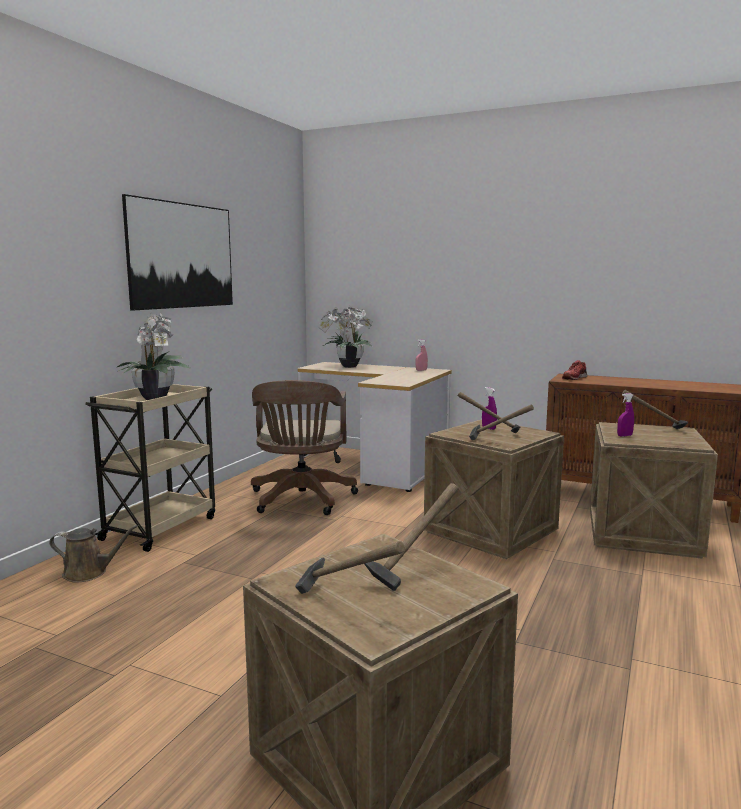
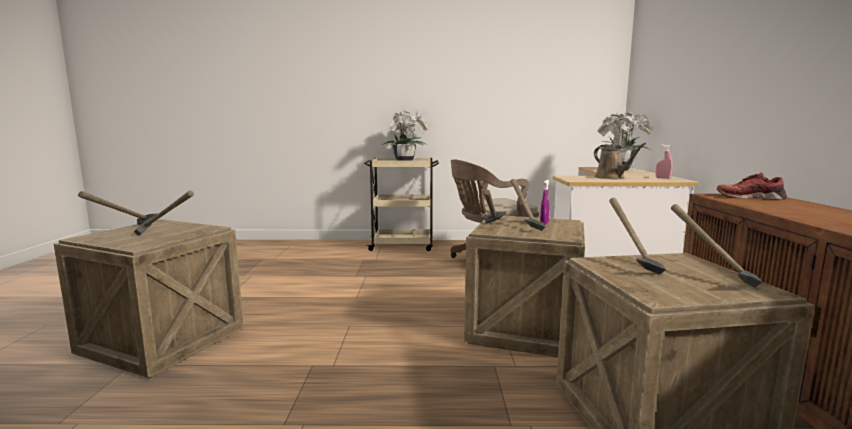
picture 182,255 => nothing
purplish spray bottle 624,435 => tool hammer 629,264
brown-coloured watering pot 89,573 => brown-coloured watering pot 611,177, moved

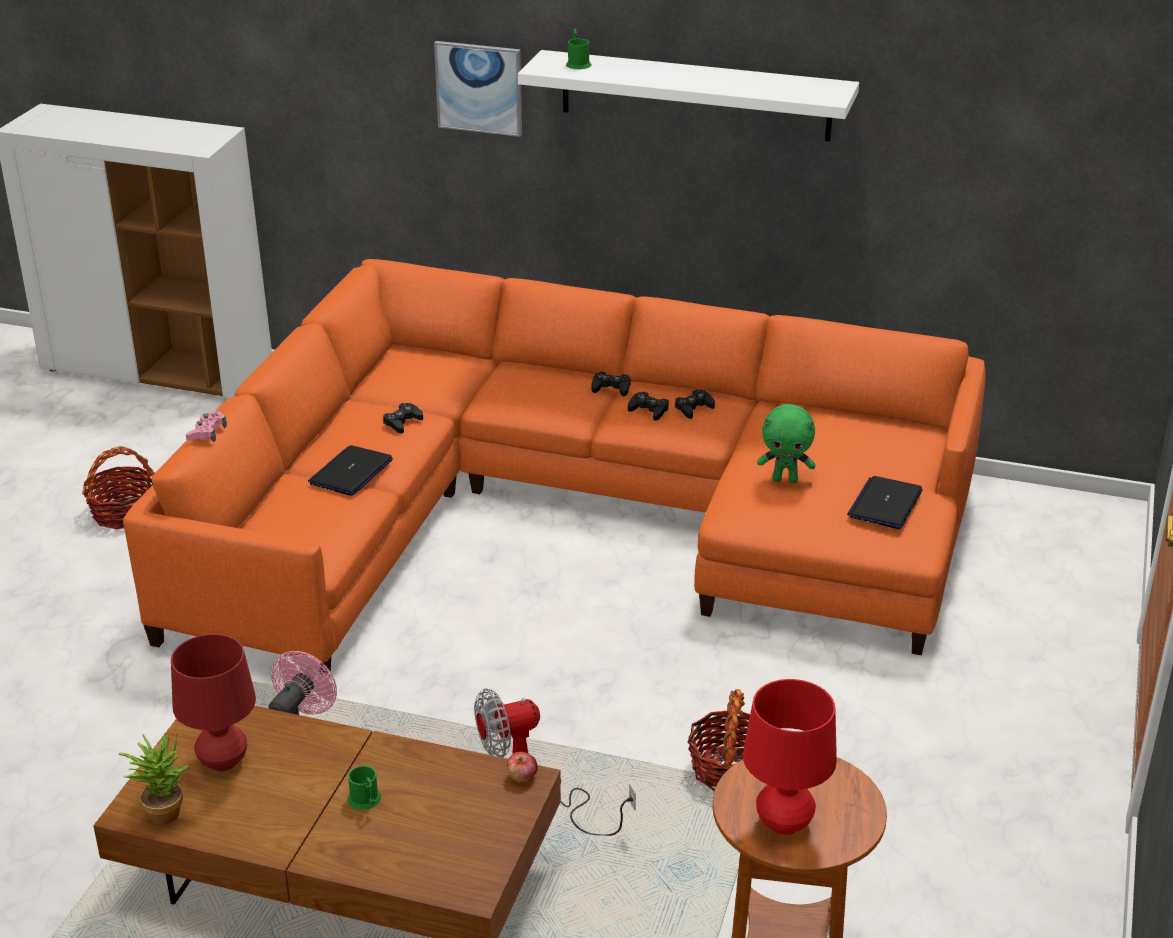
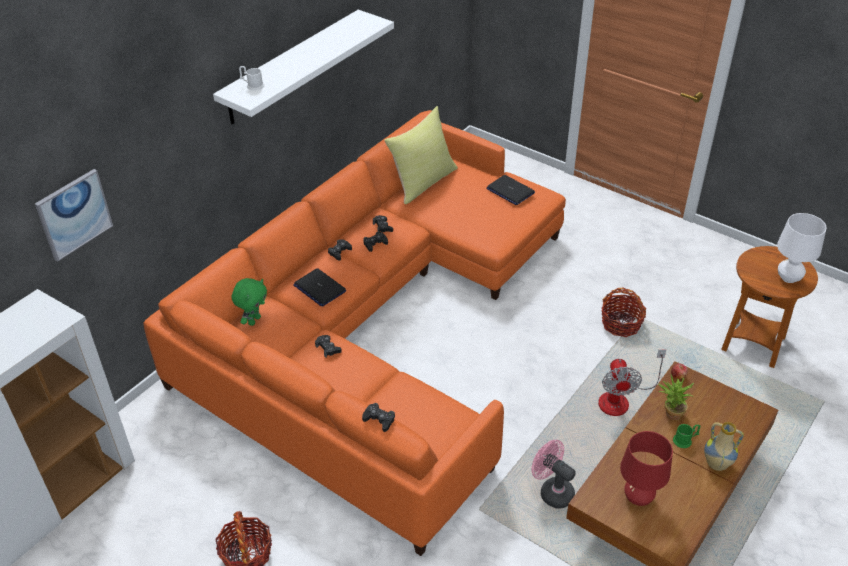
green-coloured tea mug 577,63 => whitish tea mug 252,85
picture 479,88 => picture 74,214, moved
green-coloured cuddly toy 785,479 => green-coloured cuddly toy 254,320, moved
pink game controller 207,432 => black-coloured game controller 379,419
laptop 351,472 => laptop 319,288, moved
red table lamp 783,823 => whitish table lamp 788,278
houseplant 163,810 => houseplant 670,414, moved
nothing => yellowish throw pillow 423,182
nothing => flower vase 716,464

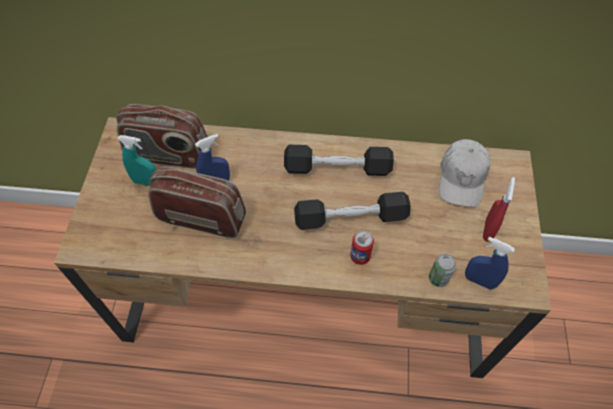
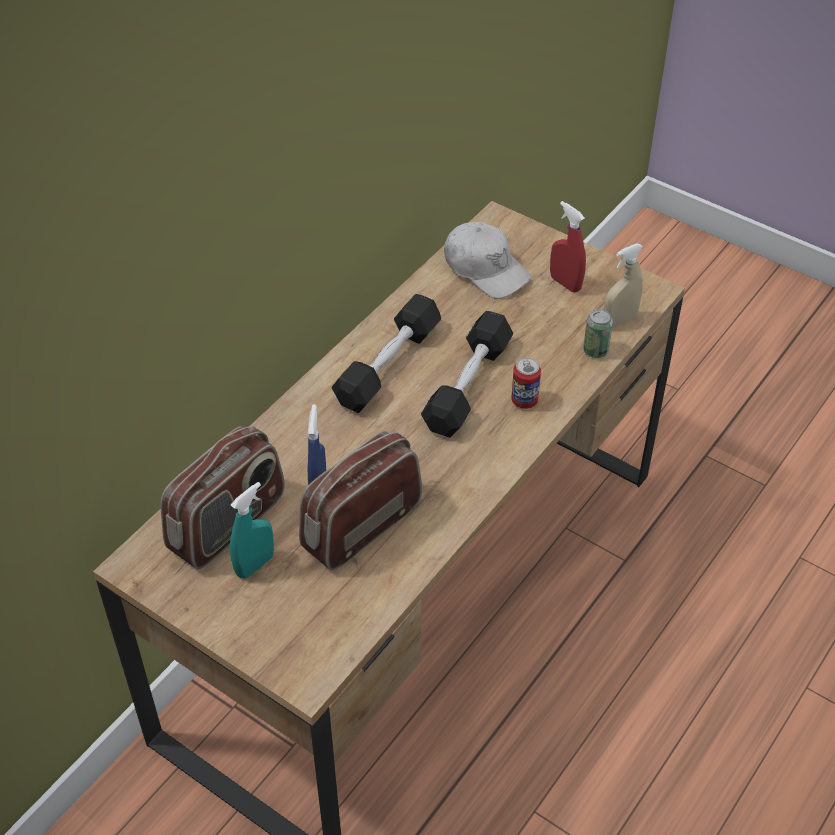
blue-coloured spray bottle 479,281 => beige spray bottle 619,321

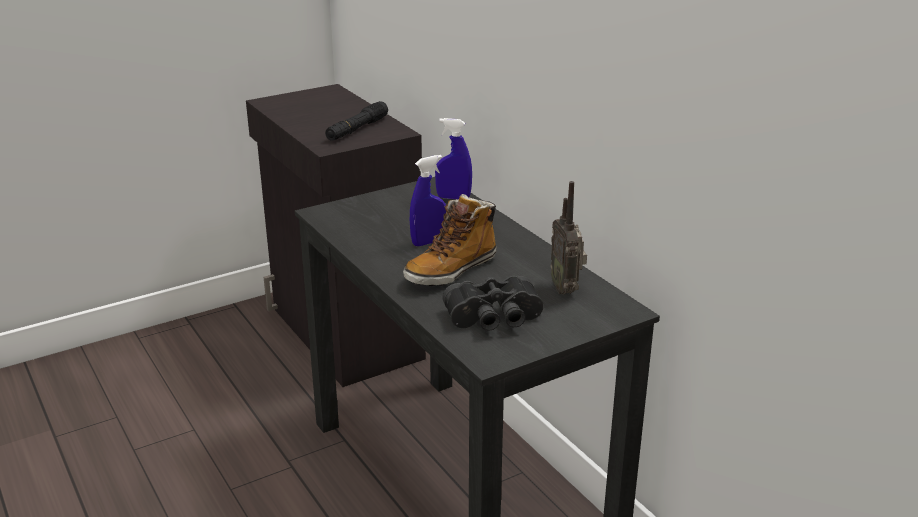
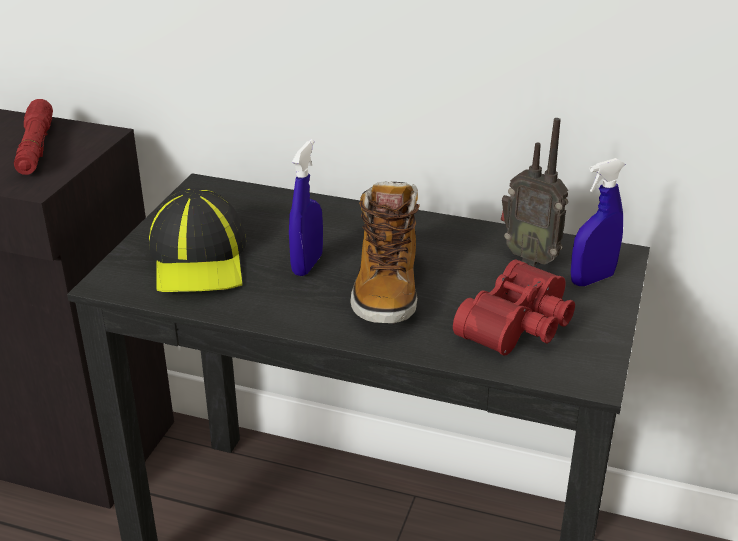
black-coloured flashlight 357,129 => red flashlight 35,148
blue-coloured spray bottle 453,198 => blue-coloured spray bottle 592,279, moved
black-coloured pair of binoculars 494,319 => red pair of binoculars 521,326
nothing => baseball cap 199,258

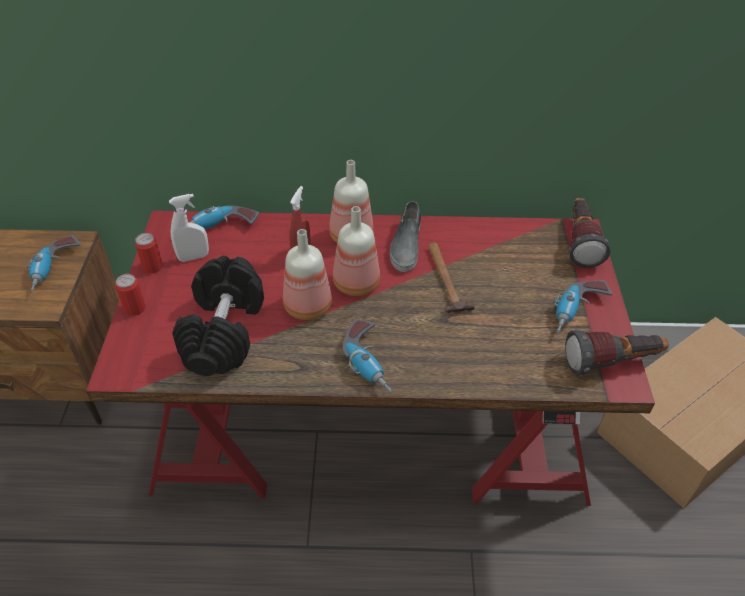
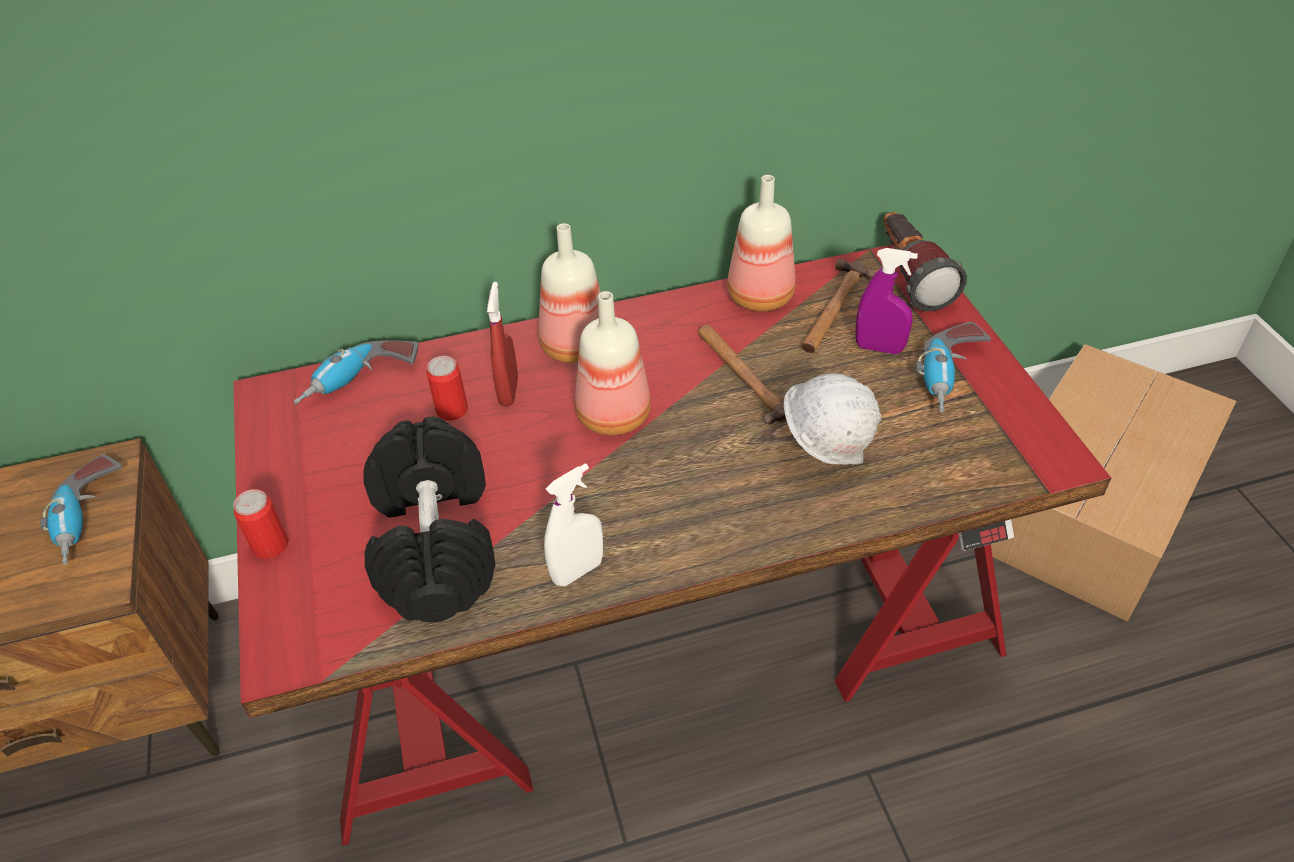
whitish spray bottle 194,257 => whitish spray bottle 577,571, moved
greyish shoe 406,245 => nothing
bottle 306,306 => bottle 758,296, moved
sealed can 153,267 => sealed can 452,410, moved
electric drill 370,362 => nothing
flashlight 612,363 => nothing
nothing => purplish spray bottle 879,348
nothing => tool hammer 832,309
nothing => whitish work helmet 825,453

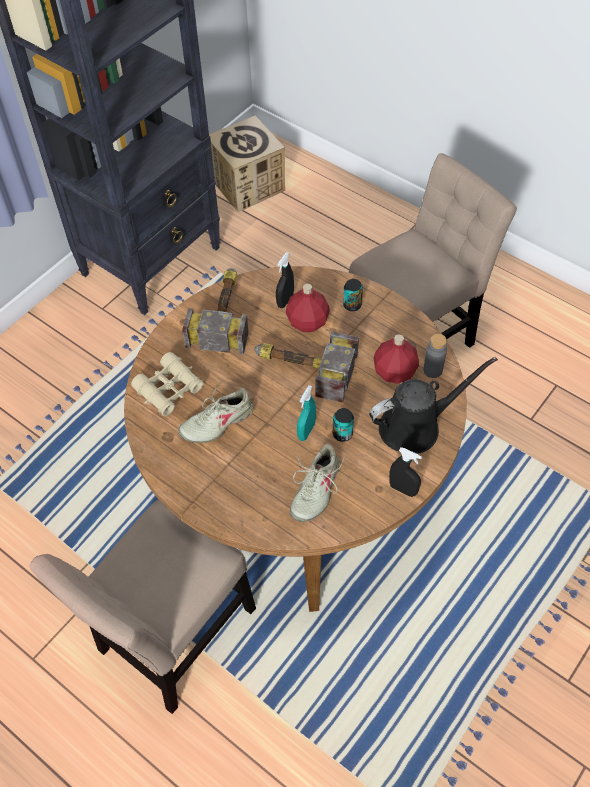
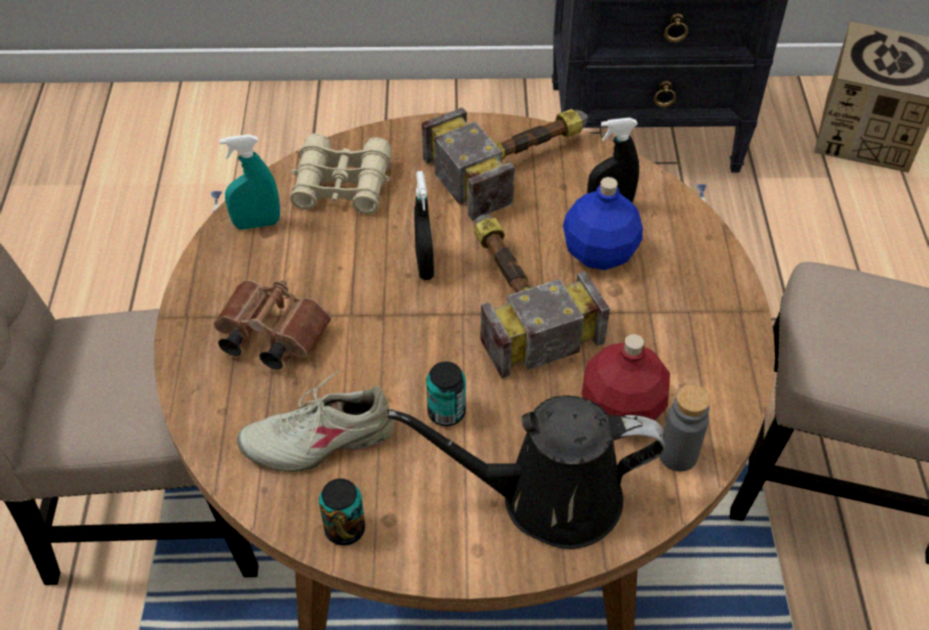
sealed can 352,305 => sealed can 345,529, moved
red bottle 307,321 => blue-coloured bottle 600,252
black-coloured watering pot 415,426 => black-coloured watering pot 548,497, 150 degrees clockwise
beige shoe 217,422 => nothing
turquoise spray bottle 306,431 => turquoise spray bottle 257,223, moved
black-coloured spray bottle 403,489 => black-coloured spray bottle 424,265, moved
nothing => brown-coloured pair of binoculars 269,336

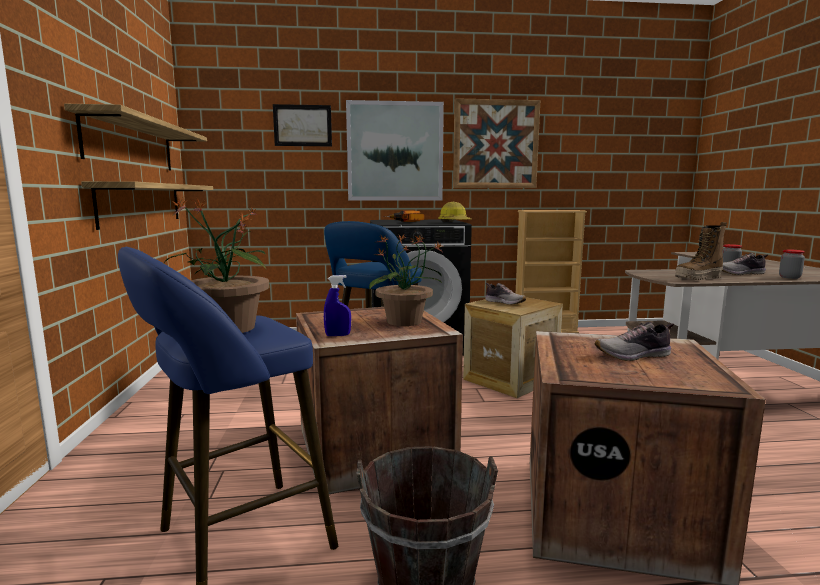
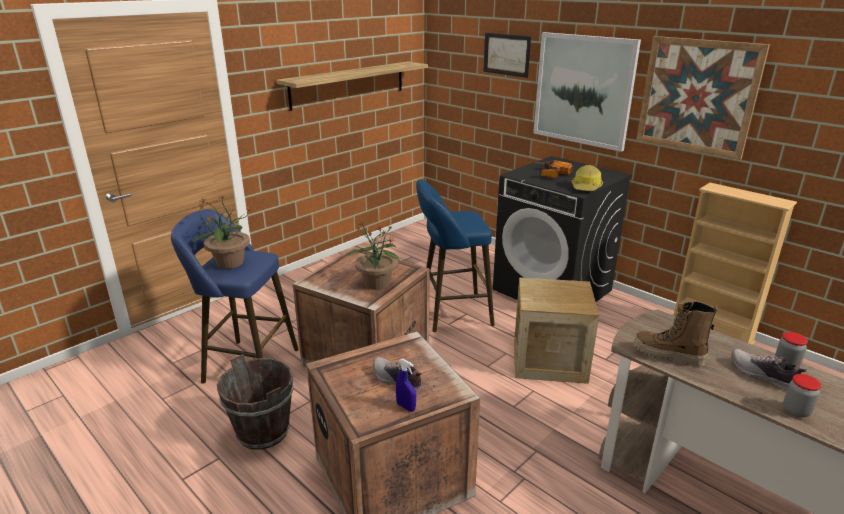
bracket shelf 142,203 => nothing
blue-coloured spray bottle 337,335 => blue-coloured spray bottle 406,407, moved
shoe 504,302 => nothing

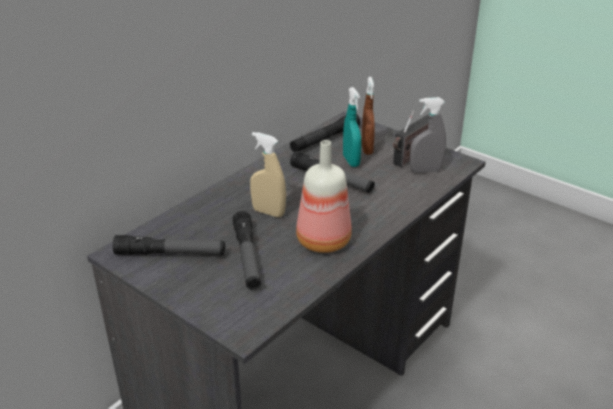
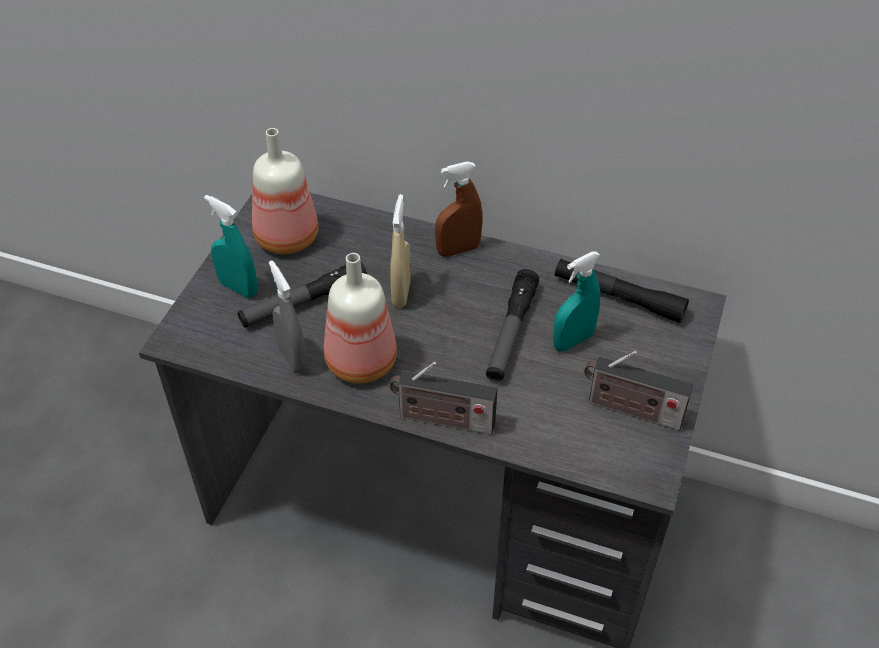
brown-coloured spray bottle 367,149 => brown-coloured spray bottle 458,250, moved
greyish spray bottle 425,171 => greyish spray bottle 293,358, moved
flashlight 170,254 => bottle 286,239
nothing => turquoise spray bottle 238,288
nothing => radio 442,420

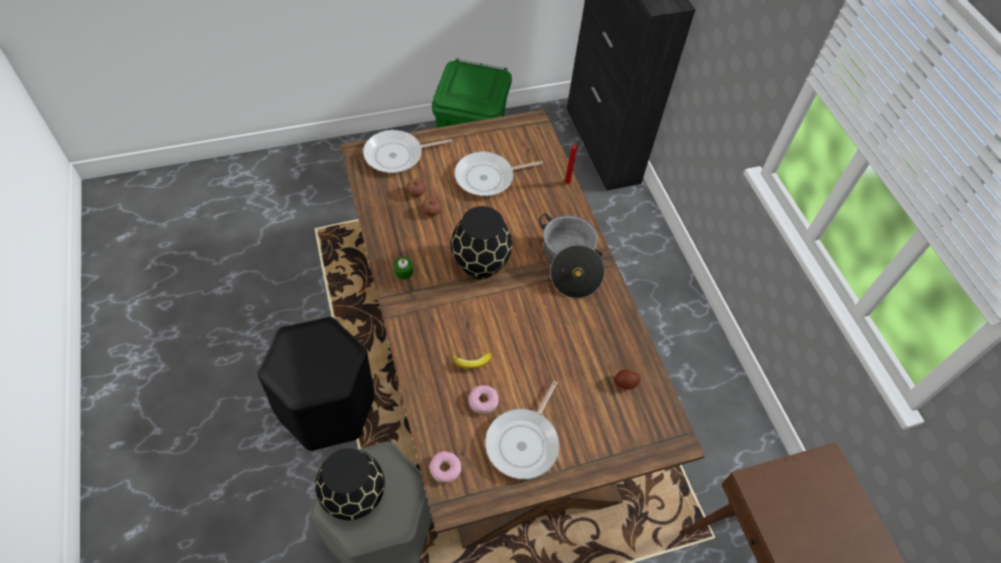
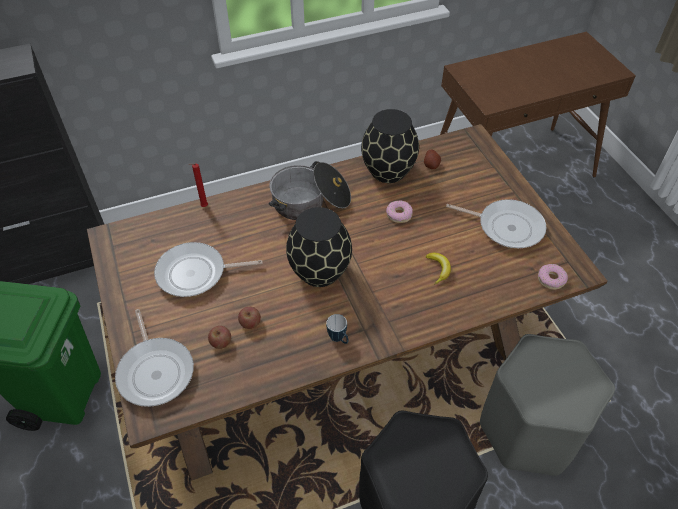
pan 488,177 => pan 196,273, 105 degrees clockwise
green-coloured wax candle 403,271 => tea mug 339,339
doughnut 483,402 => doughnut 399,214, moved
black-coloured flower vase 354,497 => black-coloured flower vase 389,171, moved

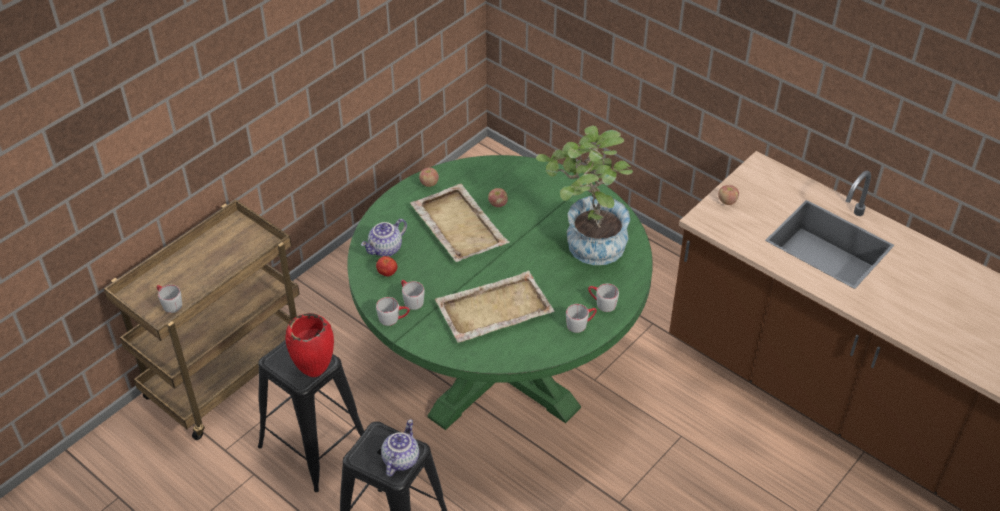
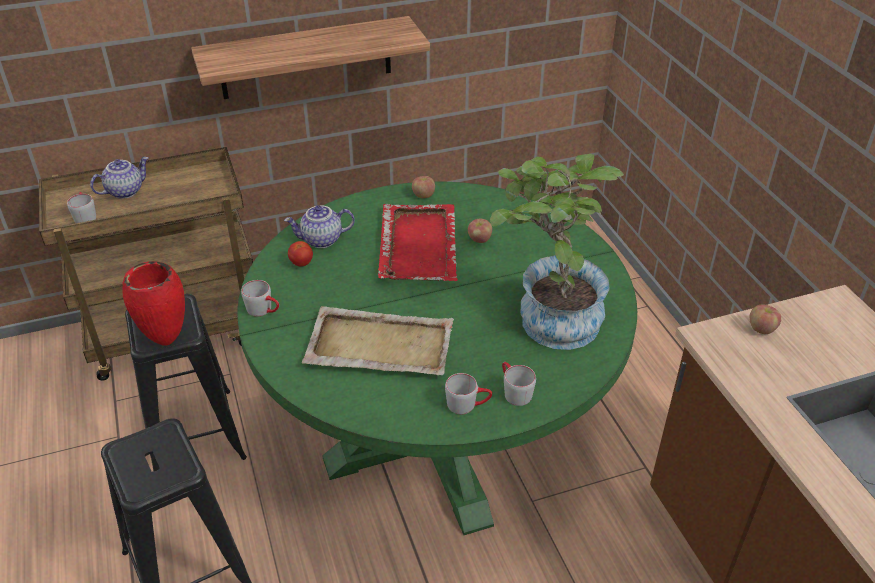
beige tray 458,225 => red tray 418,244
greyish tea mug 411,300 => nothing
pot for tea 400,459 => pot for tea 125,191, moved
nothing => bracket shelf 306,58

